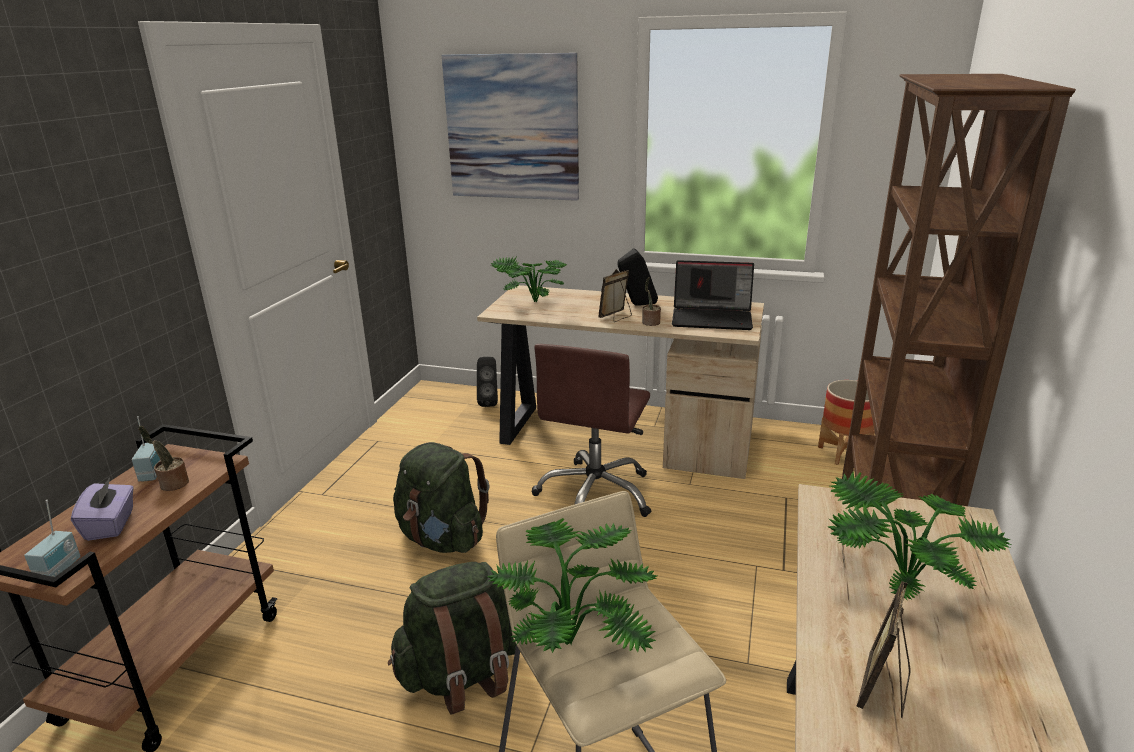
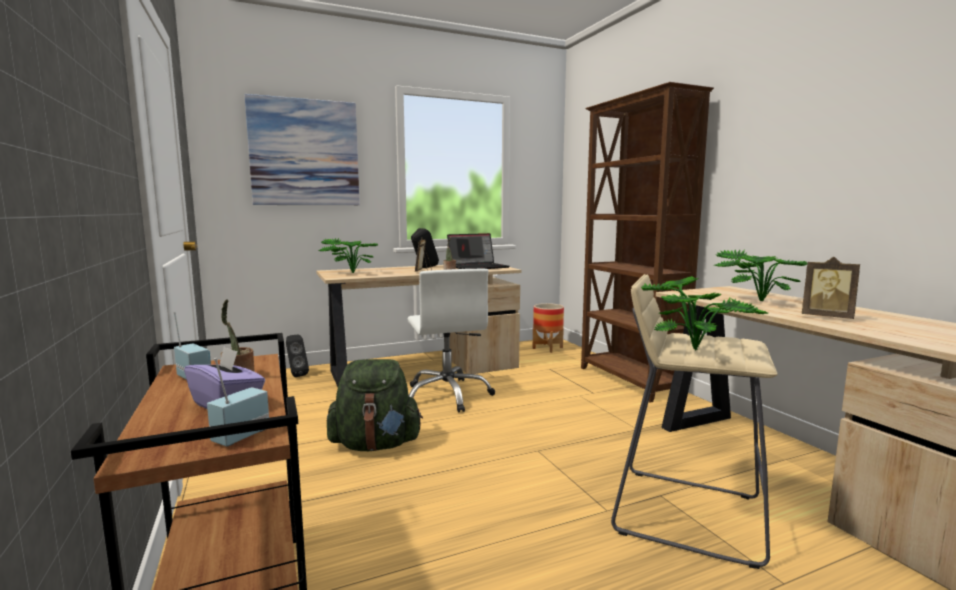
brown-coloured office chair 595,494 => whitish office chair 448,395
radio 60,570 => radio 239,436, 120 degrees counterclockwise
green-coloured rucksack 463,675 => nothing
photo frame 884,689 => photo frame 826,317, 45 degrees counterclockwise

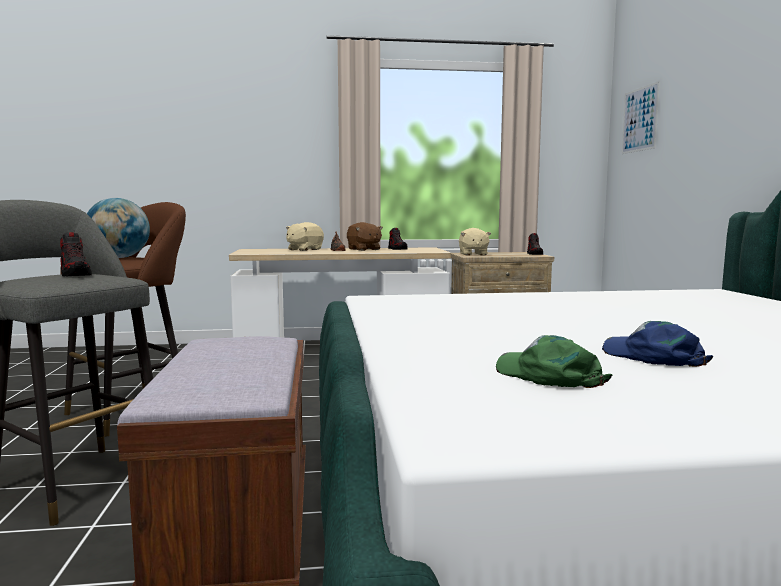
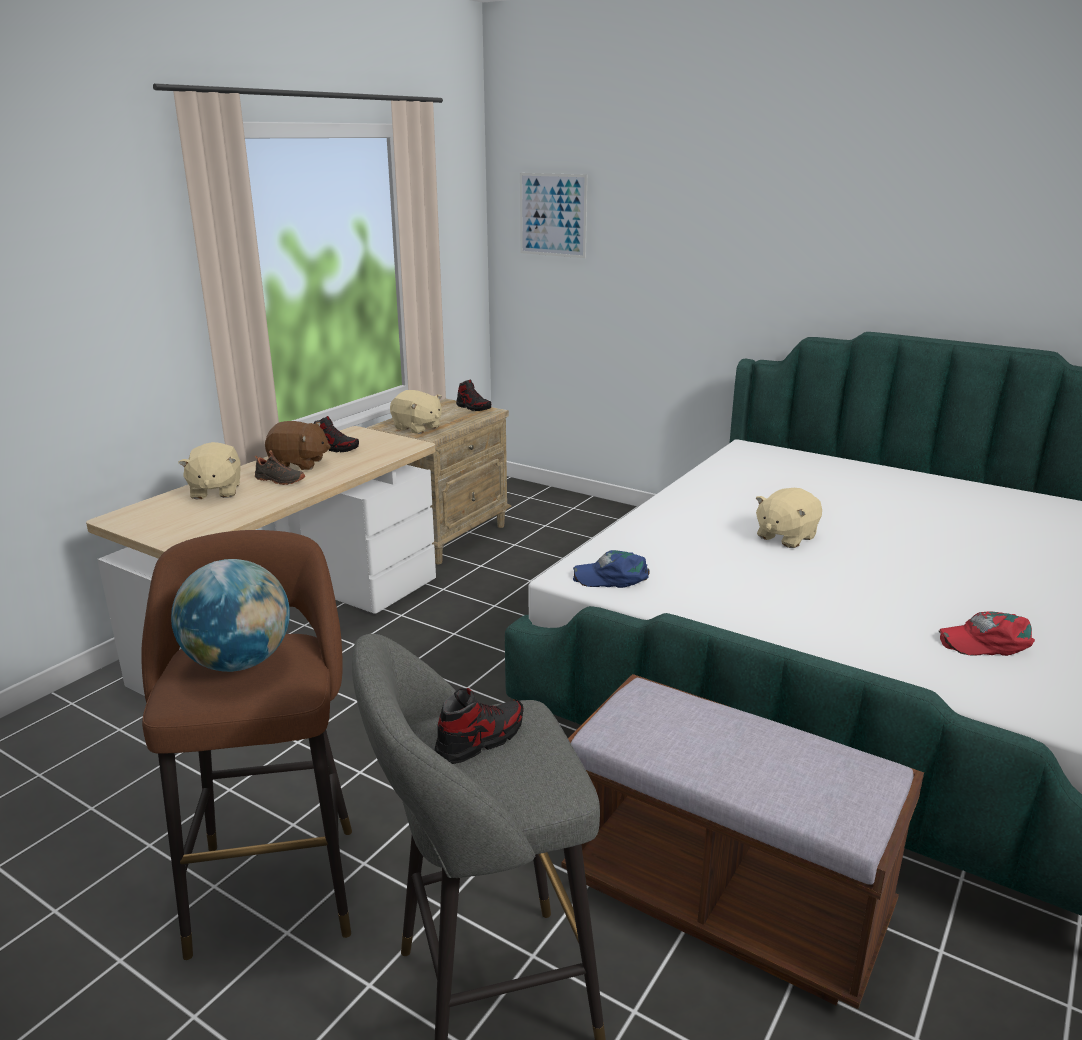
shoe 75,274 => shoe 480,740, 45 degrees counterclockwise
blue-coloured baseball cap 653,356 => blue-coloured baseball cap 612,577, moved
green-coloured baseball cap 548,375 => red baseball cap 986,642
nothing => beige cuddly toy 785,537

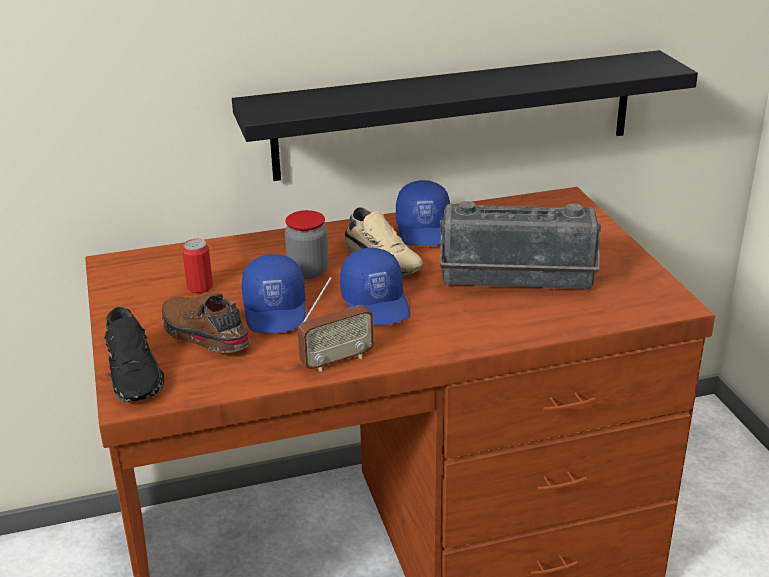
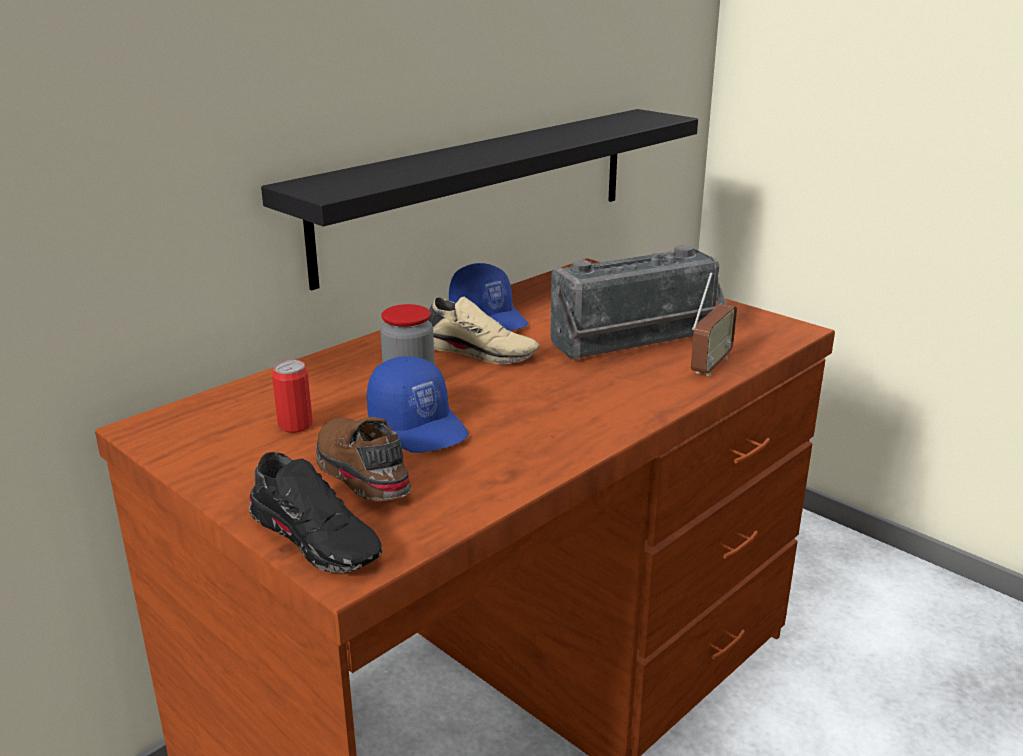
blue-coloured baseball cap 377,303 => nothing
radio 337,360 => radio 710,365, moved
brown-coloured shoe 203,335 => brown-coloured shoe 359,473, 45 degrees clockwise

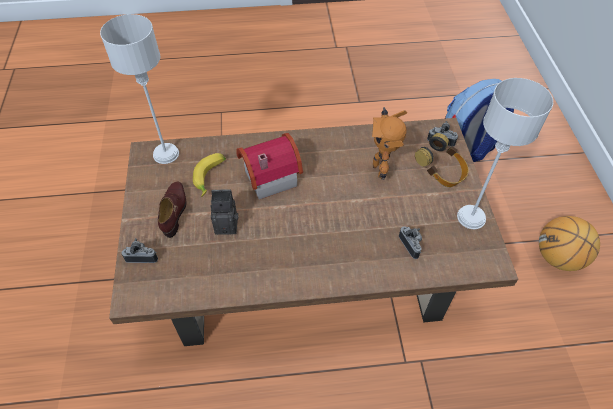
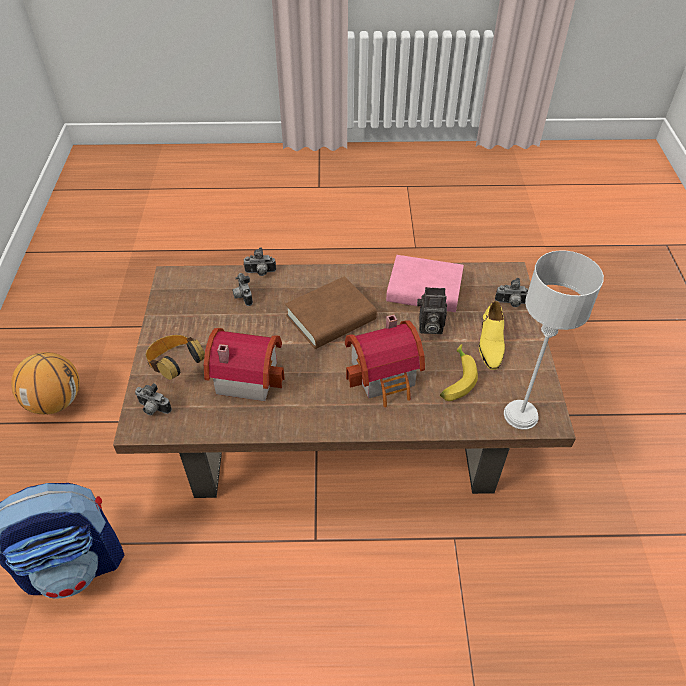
greyish table lamp 471,218 => nothing
robot figure 381,170 => model house 246,374
brown-coloured shoe 174,211 => yellowish shoe 490,344
nothing => photo camera 260,273
nothing => pink volume 424,289
nothing => brown-coloured volume 331,318

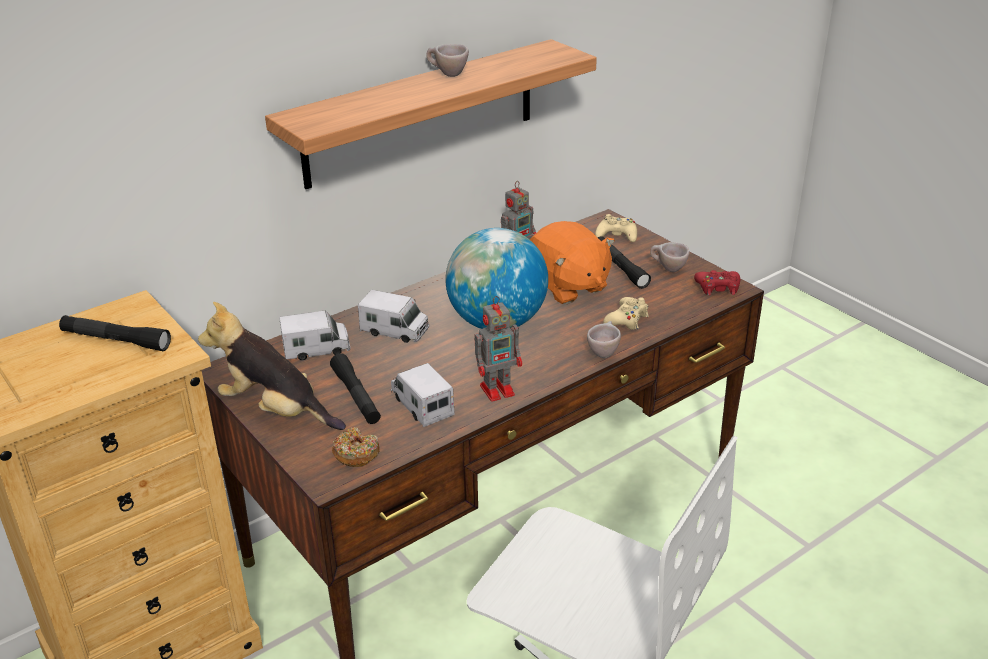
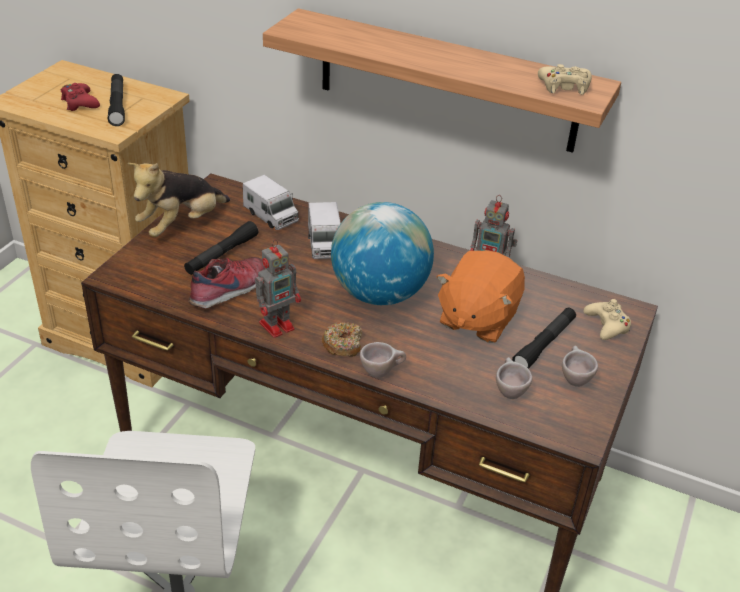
beige cup 447,74 => beige cup 508,391, moved
red game controller 718,287 => red game controller 80,103, moved
robot figure 499,389 => robot figure 278,325, 75 degrees counterclockwise
beige game controller 627,319 => beige game controller 564,87, moved
cuddly toy 276,410 => cuddly toy 181,225, 135 degrees counterclockwise
toy truck 422,405 => shoe 230,291
doughnut 356,454 => doughnut 343,345, moved

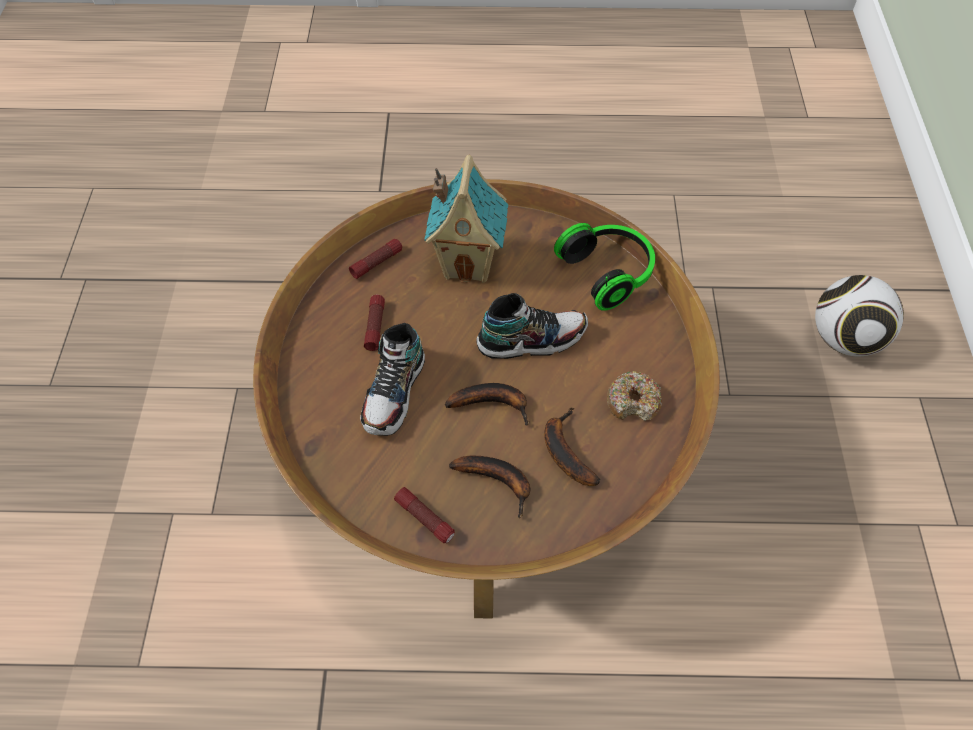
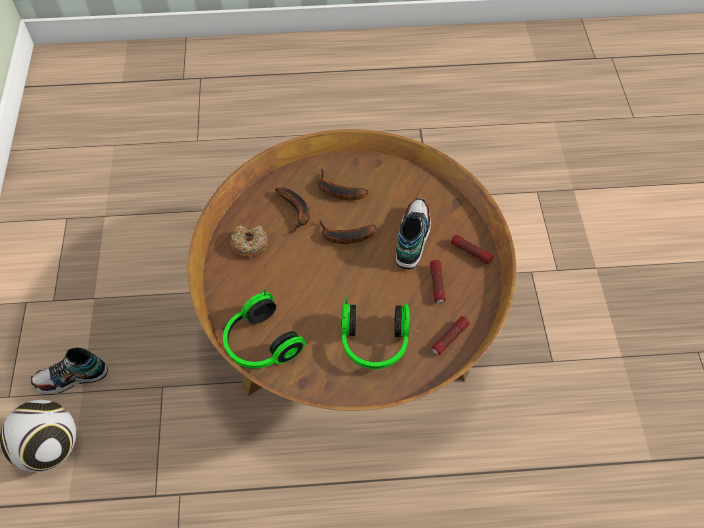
model house 469,263 => headset 374,343
shoe 531,339 => shoe 72,378, moved
flashlight 425,518 => flashlight 470,252, moved

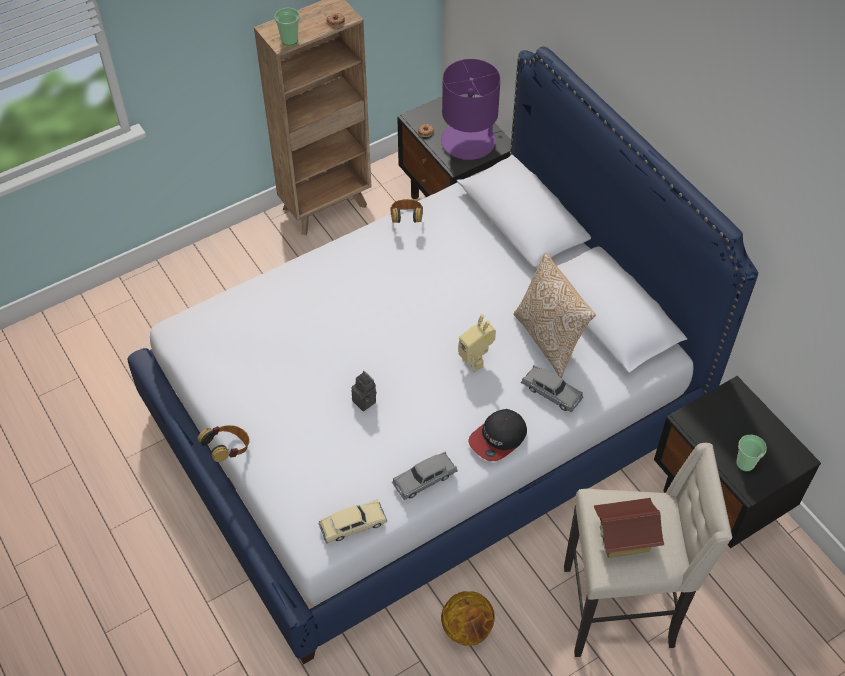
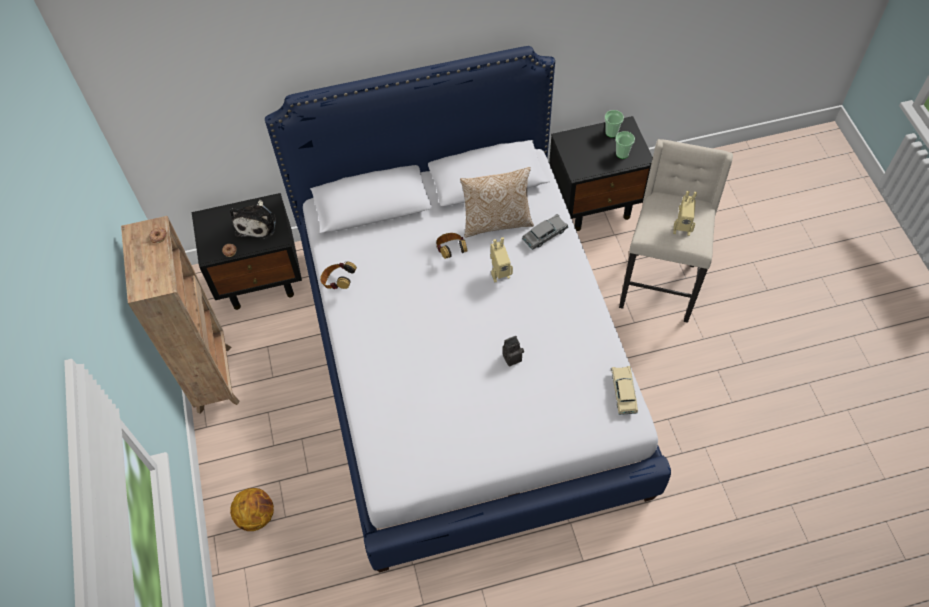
cup 289,40 => cup 611,132, moved
purplish table lamp 469,141 => cuddly toy 257,223
baseball cap 498,438 => nothing
headset 228,450 => headset 451,251, moved
greyish model car 425,480 => nothing
model house 624,540 => robot figure 681,228
ball for basketball 468,628 => ball for basketball 256,515, moved

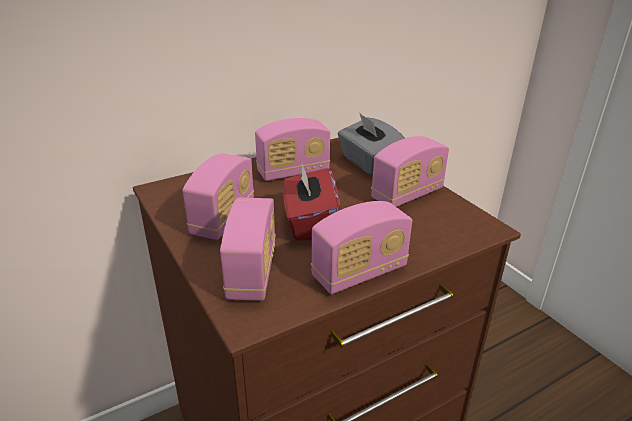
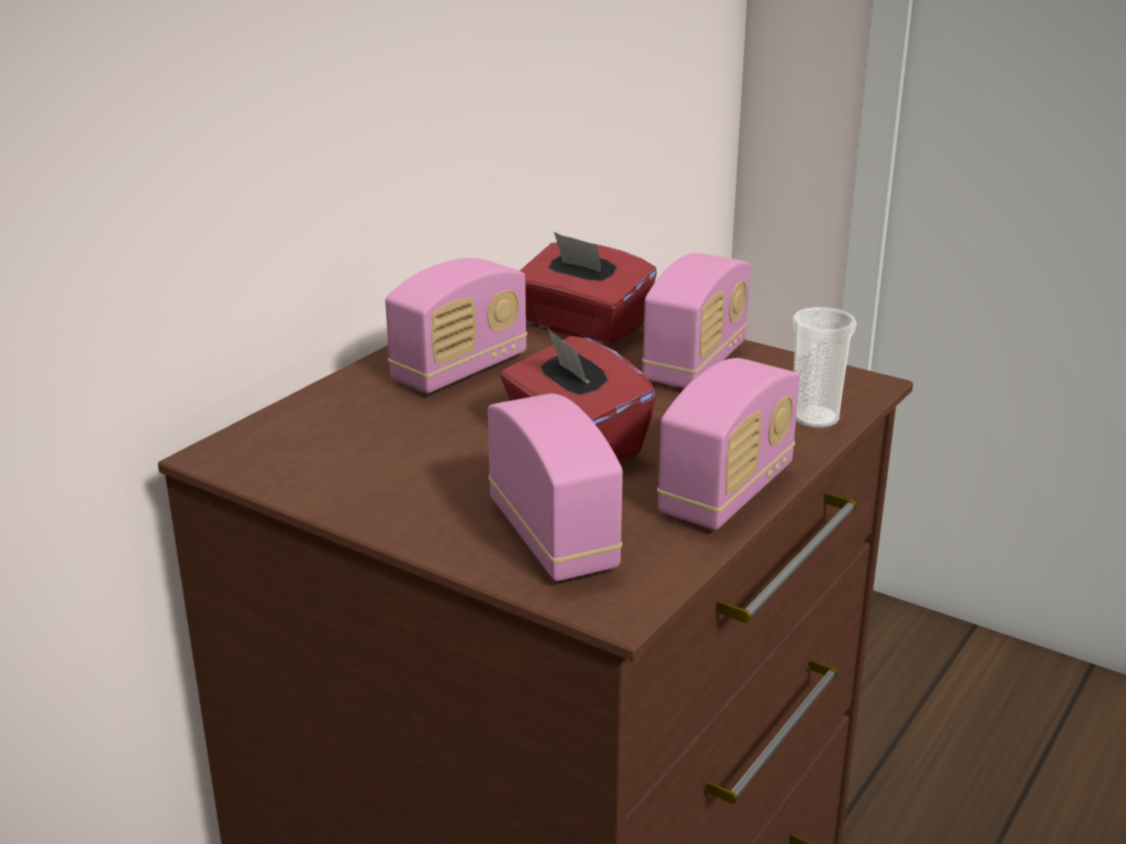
greyish tissue holder 368,163 => red tissue holder 582,328
radio 223,218 => nothing
nothing => cup 815,418

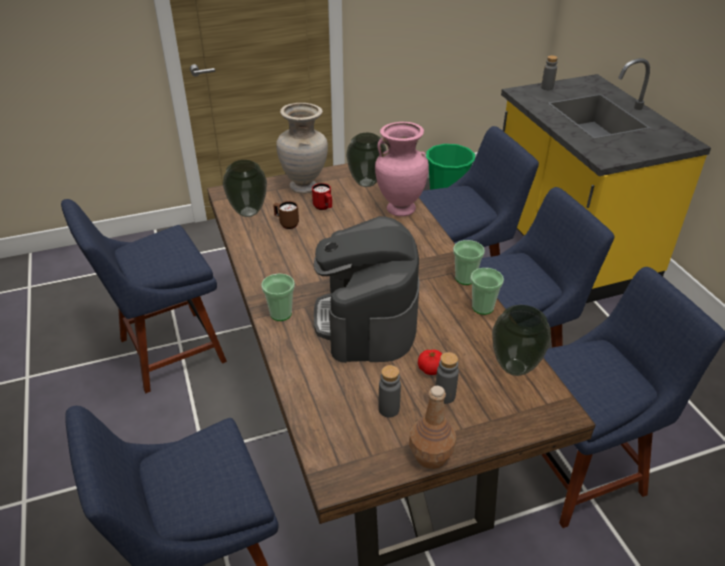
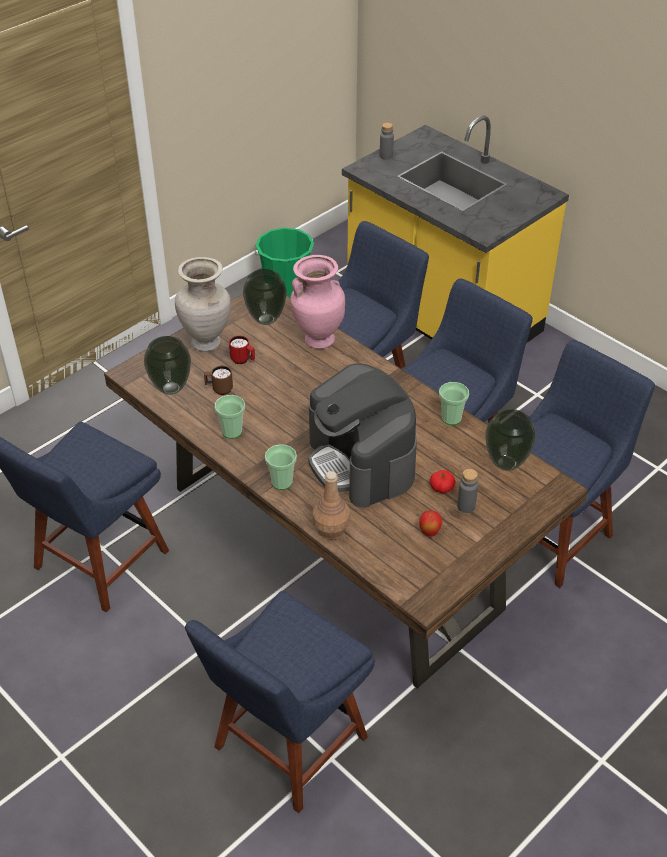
cup 465,278 => cup 232,431, moved
greyish bottle 389,409 => whole apple 429,533
brown-coloured bottle 430,455 => brown-coloured bottle 330,529, moved

